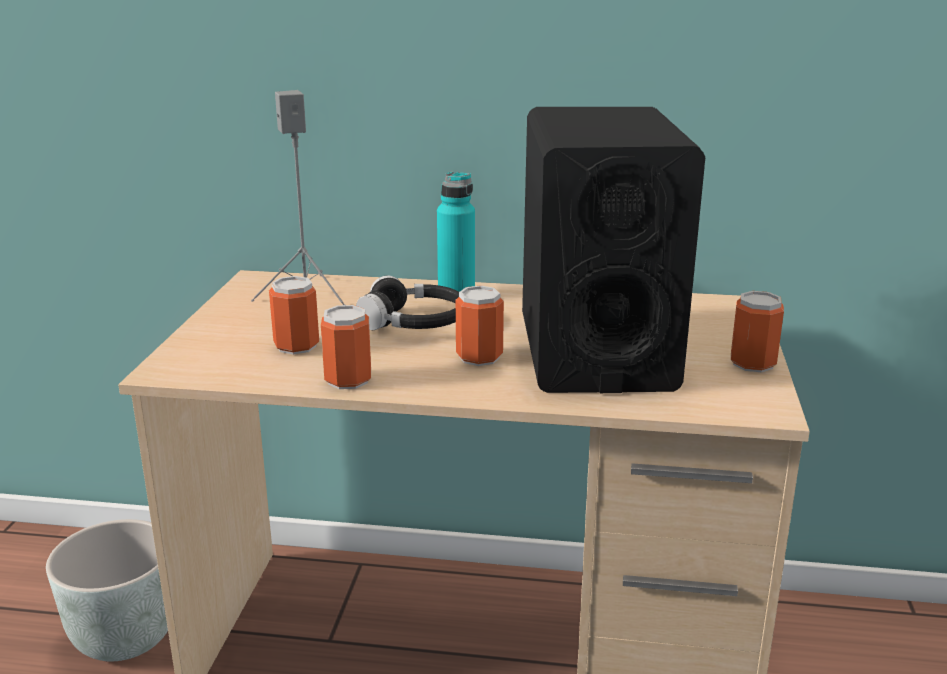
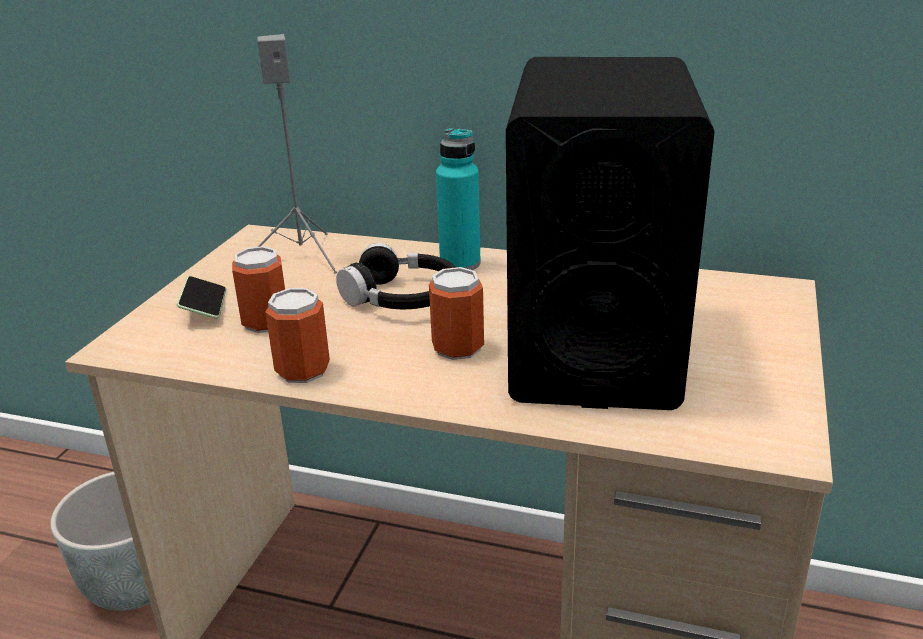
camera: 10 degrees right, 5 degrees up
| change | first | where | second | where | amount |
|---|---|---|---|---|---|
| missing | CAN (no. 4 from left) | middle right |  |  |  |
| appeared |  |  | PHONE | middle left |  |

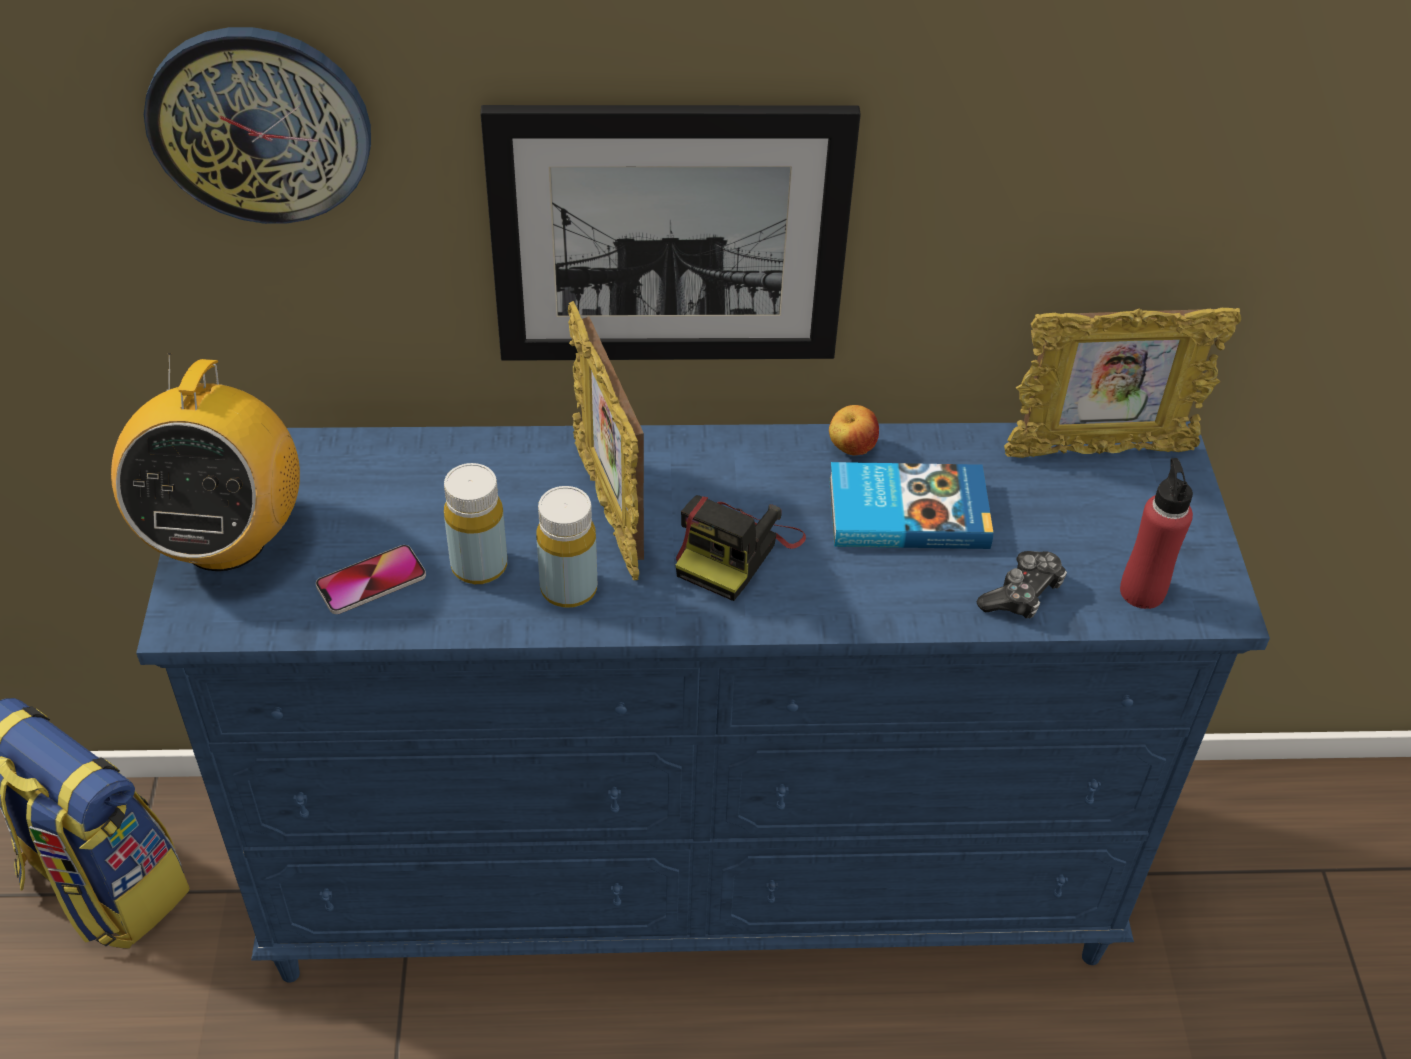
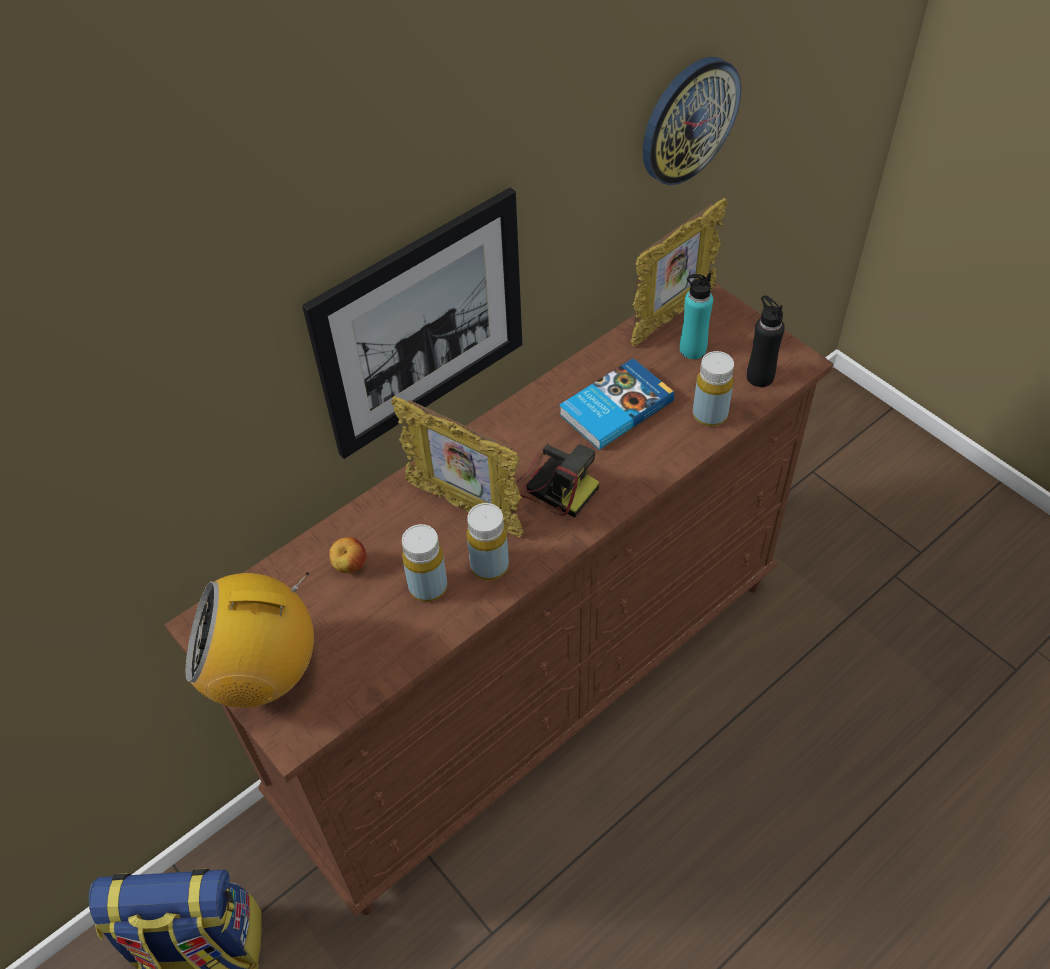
camera: 35 degrees left, 5 degrees up
| change | first | where | second | where | amount |
|---|---|---|---|---|---|
| spun | RADIO | middle left |  | middle left | 120 degrees clockwise |
| colour | BLUE DRESSER | centre | BROWN DRESSER | centre |  |
| relocated | WALL CLOCK | top left |  | top centre |  |
| missing | PHONE | middle left |  |  |  |
| spun | PHOTO CAMERA | centre |  | centre | 45 degrees counterclockwise |
| relocated | APPLE | centre |  | middle left |  |
| exchanged | GAME CONTROLLER | middle right | YELLOW BOTTLE (no. 3 from left) | middle right |  |
| colour | RED BOTTLE | middle right | BLACK BOTTLE | middle right |  |
| appeared |  |  | TURQUOISE BOTTLE | top centre |  |

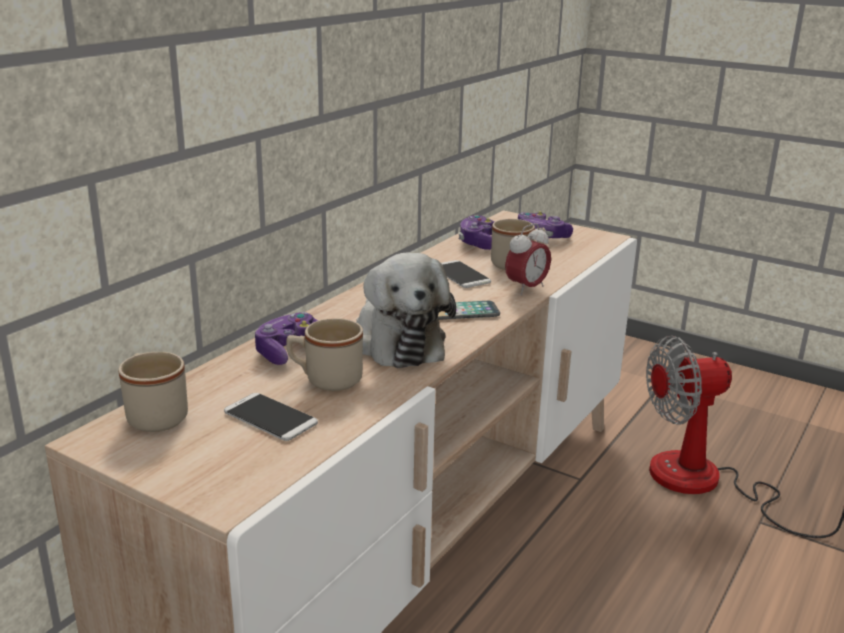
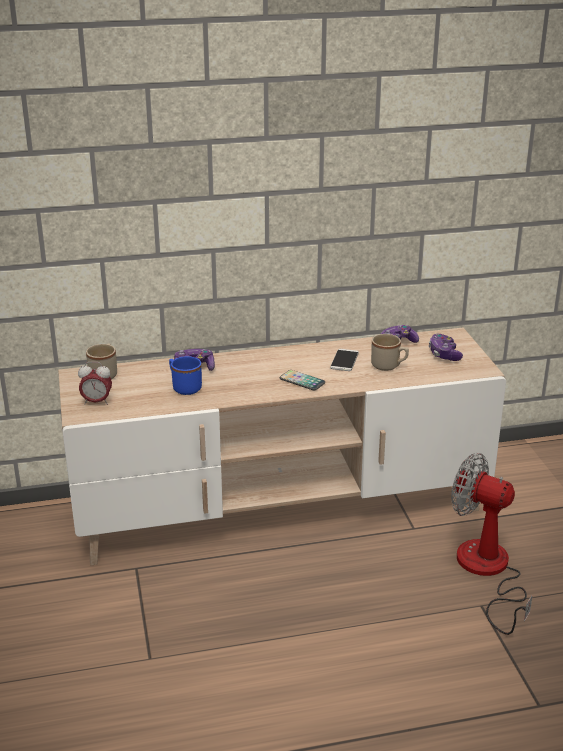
camera: 45 degrees right, 5 degrees up
| change | first | where | second | where | amount |
|---|---|---|---|---|---|
| missing | PHONE (no. 1 from left) | middle left |  |  |  |
| colour | BEIGE MUG (no. 2 from left) | centre | BLUE MUG | middle left |  |
| missing | PLUSH TOY | centre |  |  |  |
| relocated | ALARM CLOCK | centre |  | middle left |  |

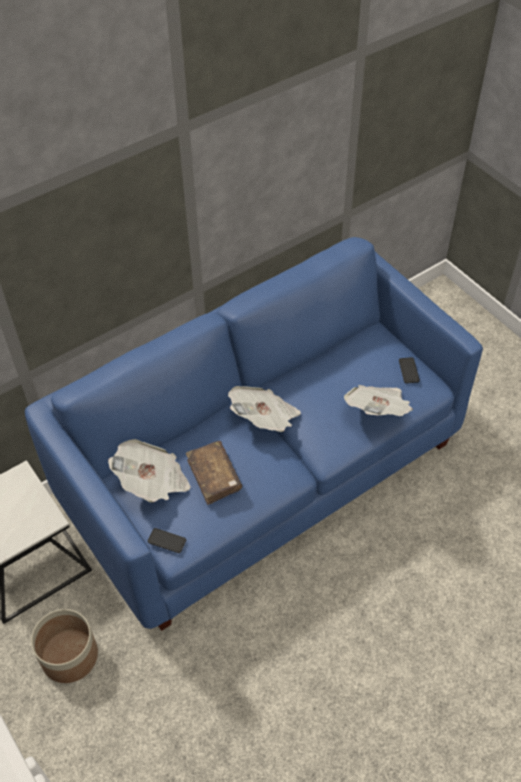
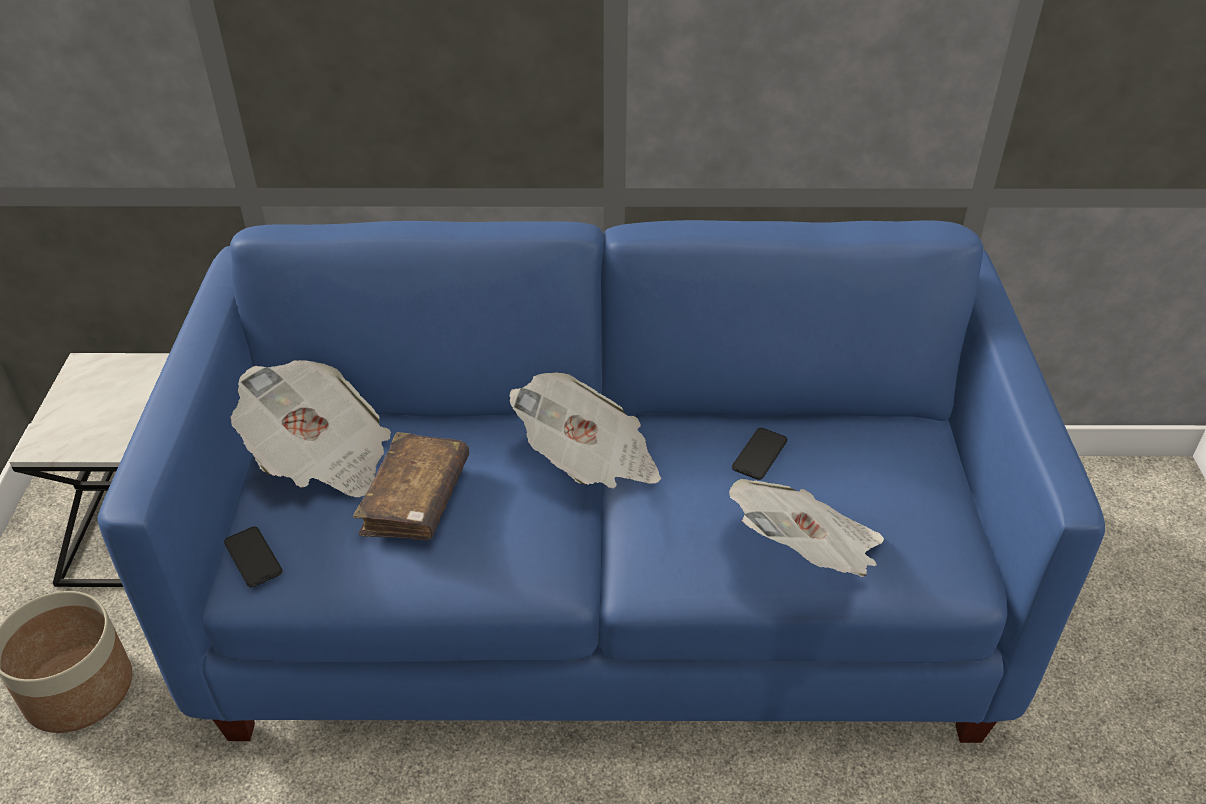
camera: 35 degrees right, 10 degrees down
| change | first | where | second | where | amount |
|---|---|---|---|---|---|
| relocated | PHONE (no. 2 from left) | middle right |  | centre |  |

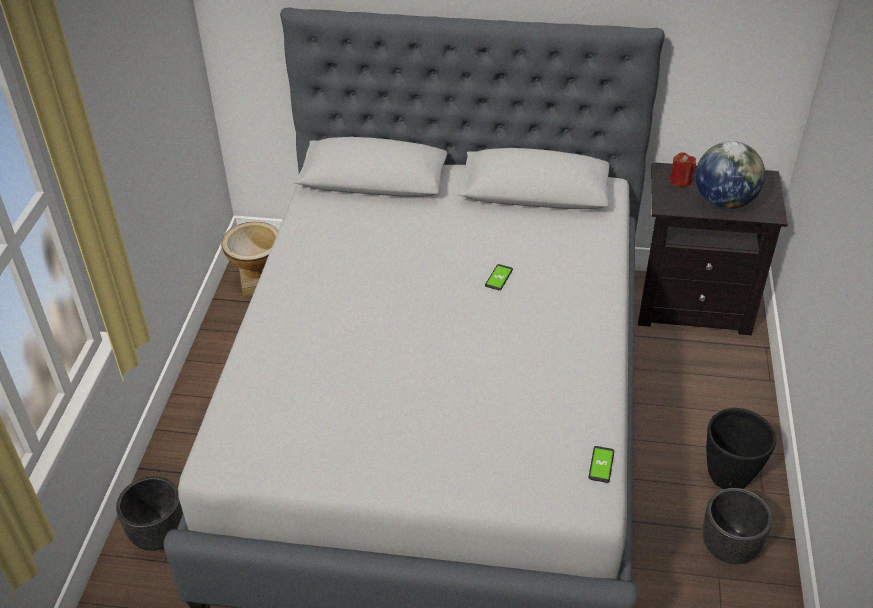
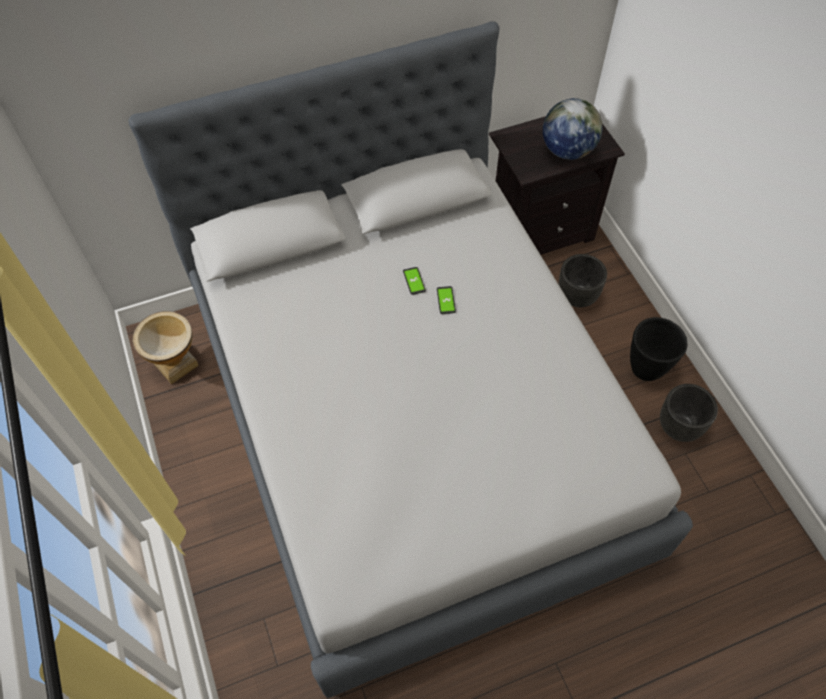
camera: 30 degrees left, 15 degrees up
| change | first | where | second | where | amount |
|---|---|---|---|---|---|
| relocated | BLACK PLANTER (no. 1 from left) | bottom left |  | middle right |  |
| relocated | PHONE (no. 2 from left in the first image) | bottom right | PHONE (no. 1 from left) | centre |  |
| missing | RED CANDLE | top right |  |  |  |

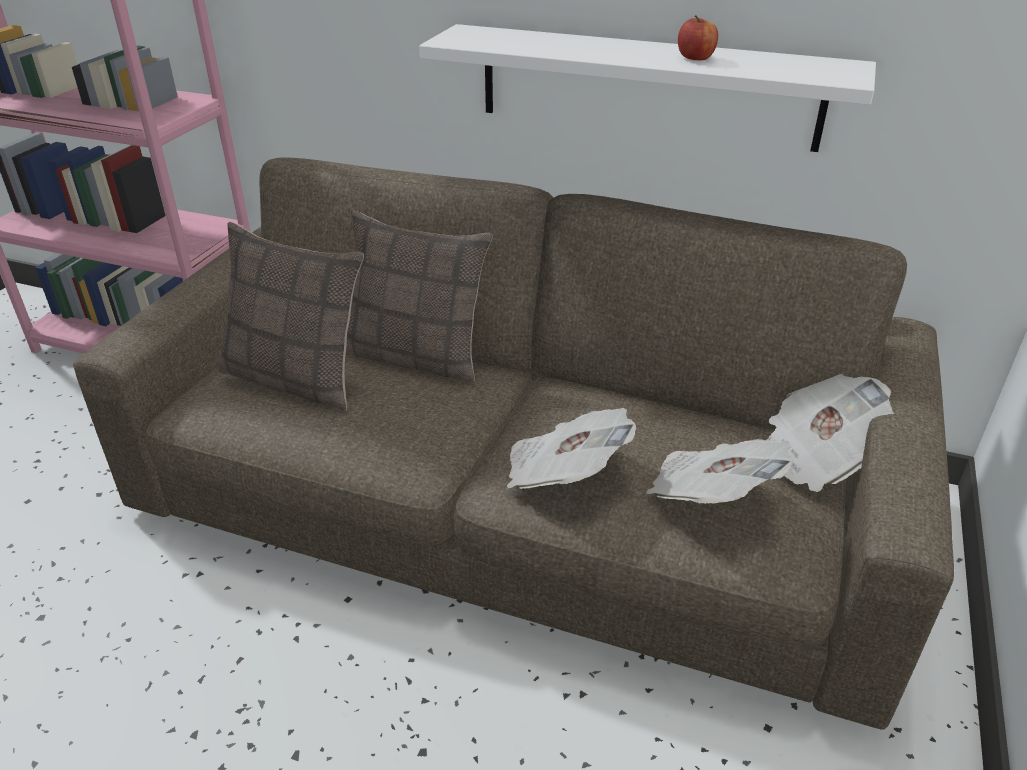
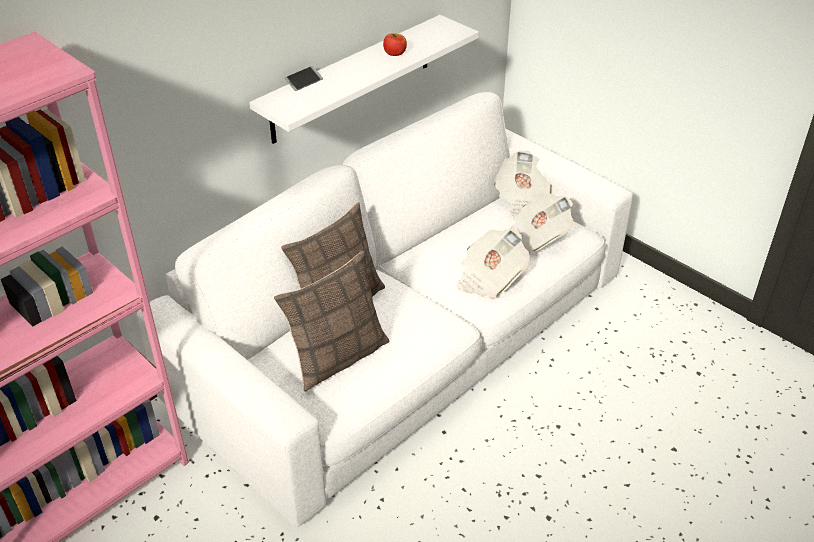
camera: 65 degrees left, 5 degrees up
| change | first | where | second | where | amount |
|---|---|---|---|---|---|
| colour | BROWN SOFA | centre | WHITE SOFA | centre |  |
| appeared |  |  | PHONE | top centre |  |

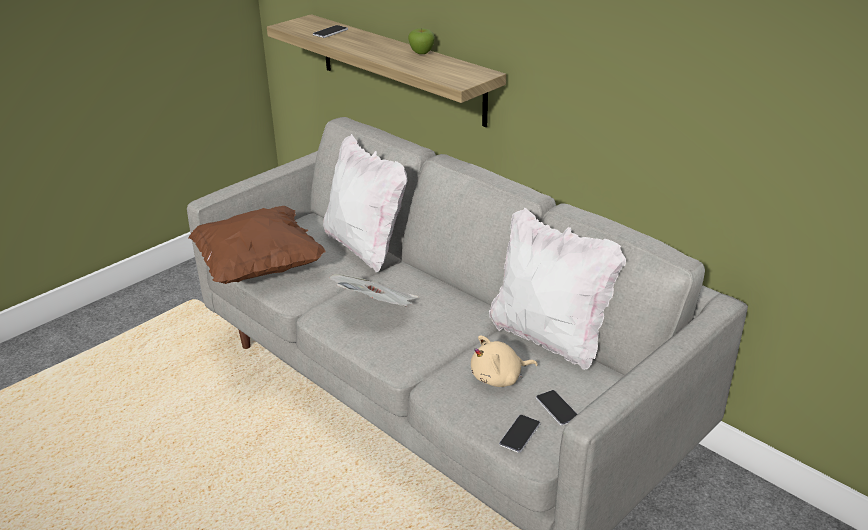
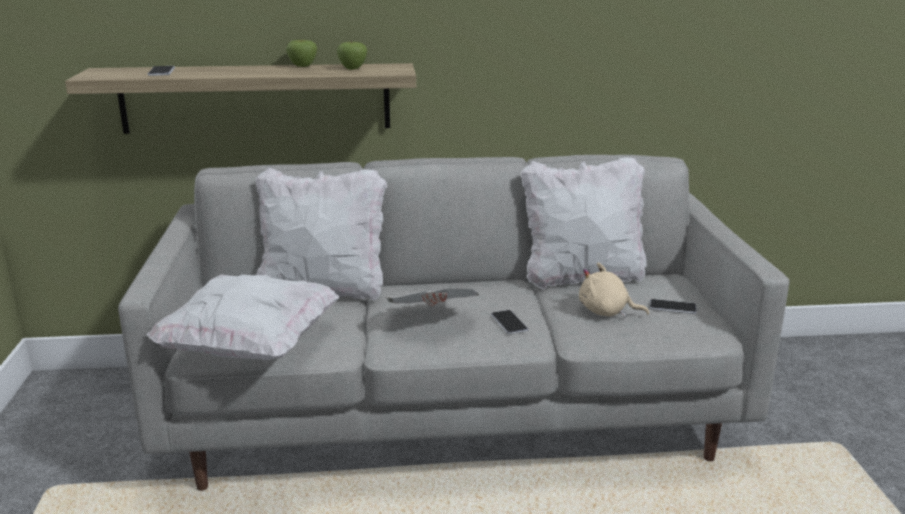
camera: 50 degrees left, 10 degrees down
| change | first | where | second | where | amount |
|---|---|---|---|---|---|
| colour | BROWN PILLOW | middle left | WHITE PILLOW (no. 1 from left) | middle left |  |
| spun | BEIGE PLUSH TOY | bottom centre |  | middle right | 90 degrees clockwise |
| relocated | PHONE (no. 2 from left) | bottom centre |  | centre |  |
| appeared |  |  | APPLE (no. 2 from left) | top centre |  |

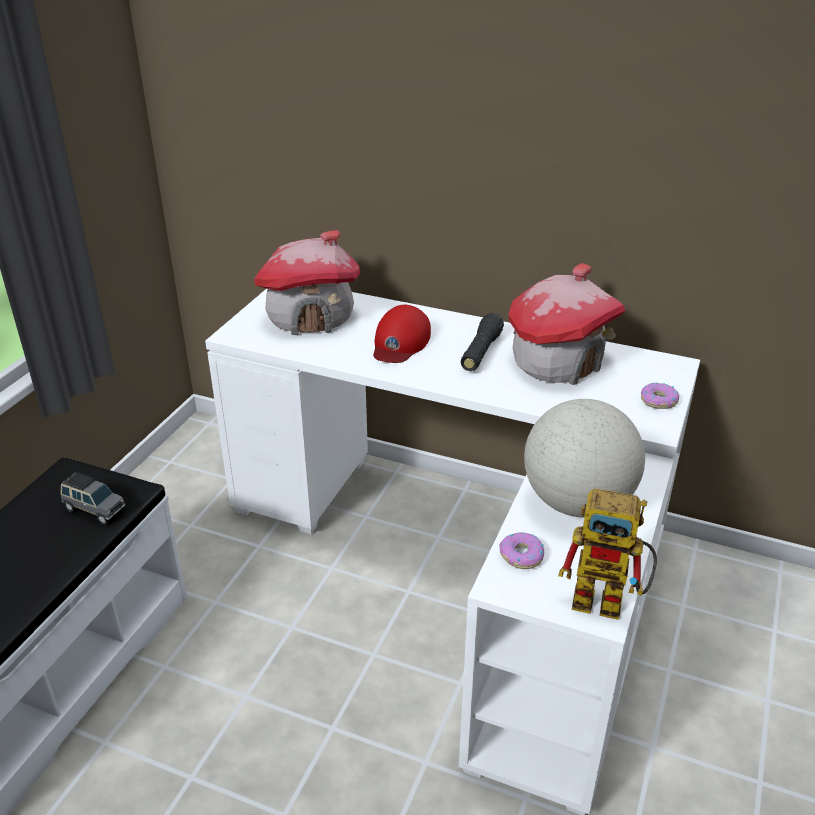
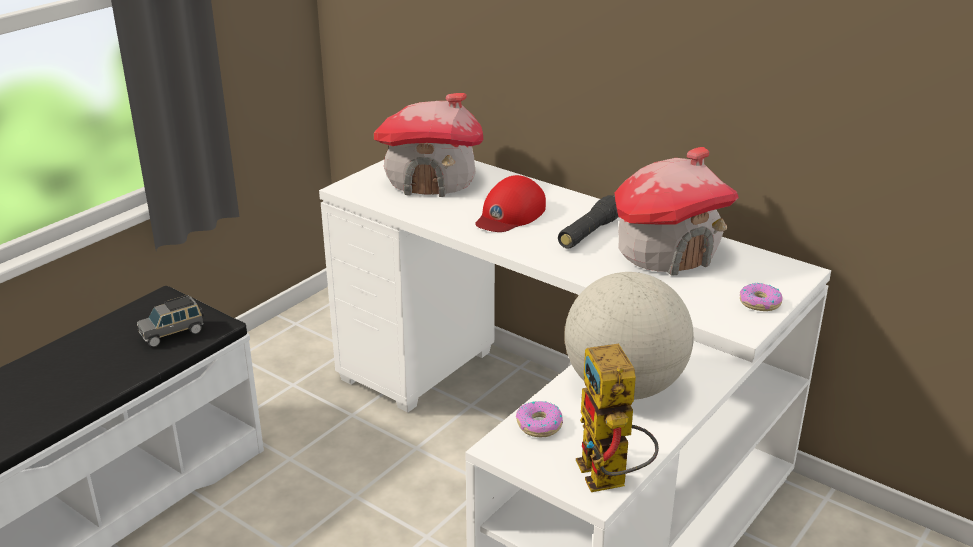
camera: 15 degrees right, 5 degrees down
| change | first | where | second | where | amount |
|---|---|---|---|---|---|
| spun | GREY TOY CAR | middle left |  | middle left | 105 degrees clockwise |
| spun | TOY ROBOT | bottom right |  | bottom centre | 45 degrees clockwise |

